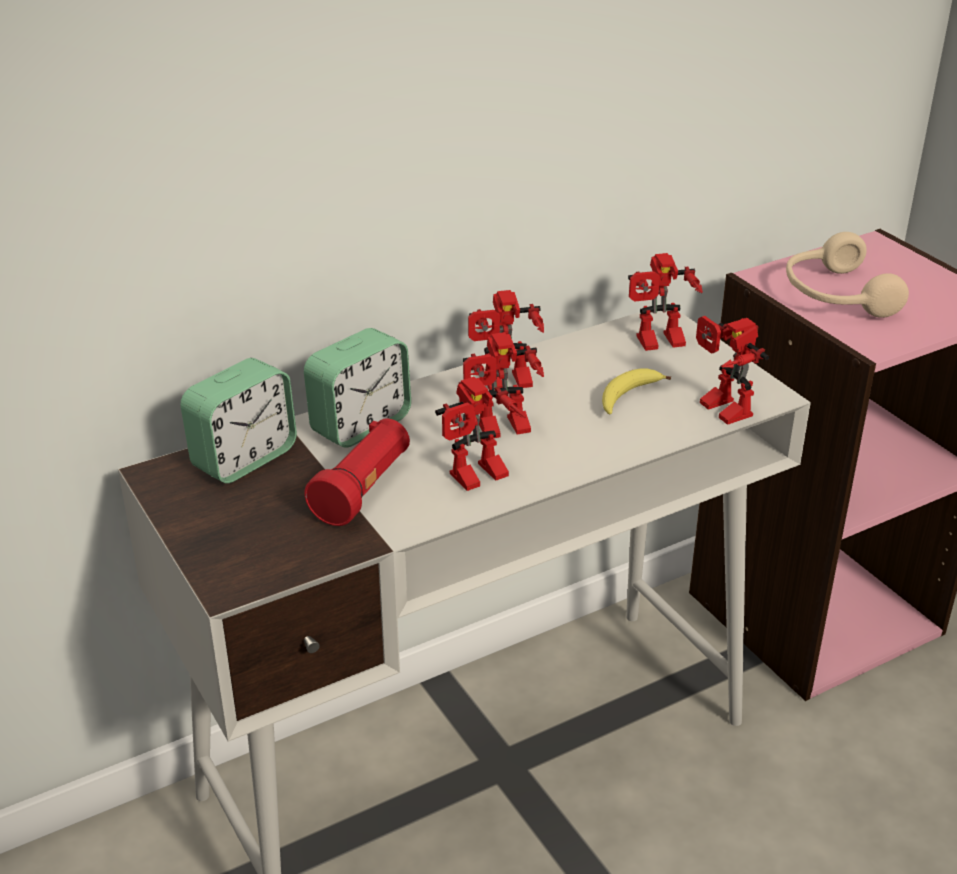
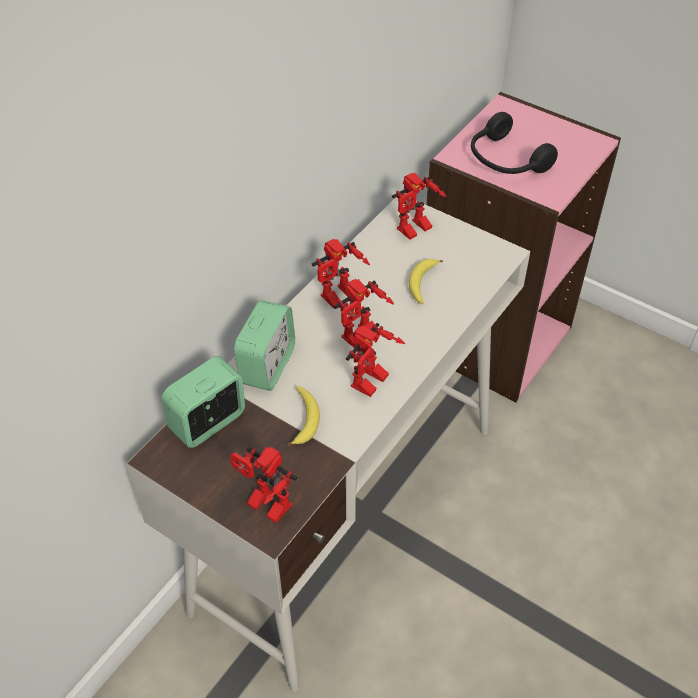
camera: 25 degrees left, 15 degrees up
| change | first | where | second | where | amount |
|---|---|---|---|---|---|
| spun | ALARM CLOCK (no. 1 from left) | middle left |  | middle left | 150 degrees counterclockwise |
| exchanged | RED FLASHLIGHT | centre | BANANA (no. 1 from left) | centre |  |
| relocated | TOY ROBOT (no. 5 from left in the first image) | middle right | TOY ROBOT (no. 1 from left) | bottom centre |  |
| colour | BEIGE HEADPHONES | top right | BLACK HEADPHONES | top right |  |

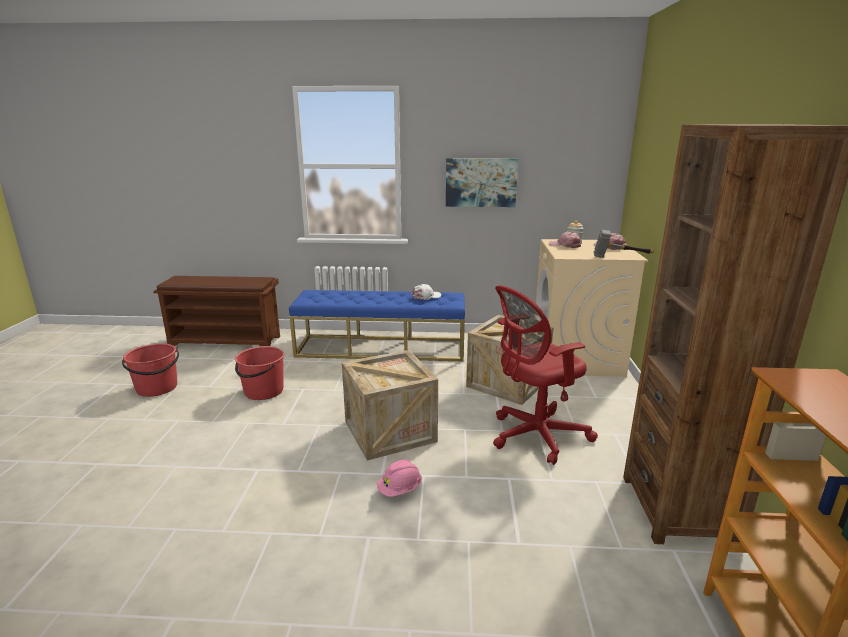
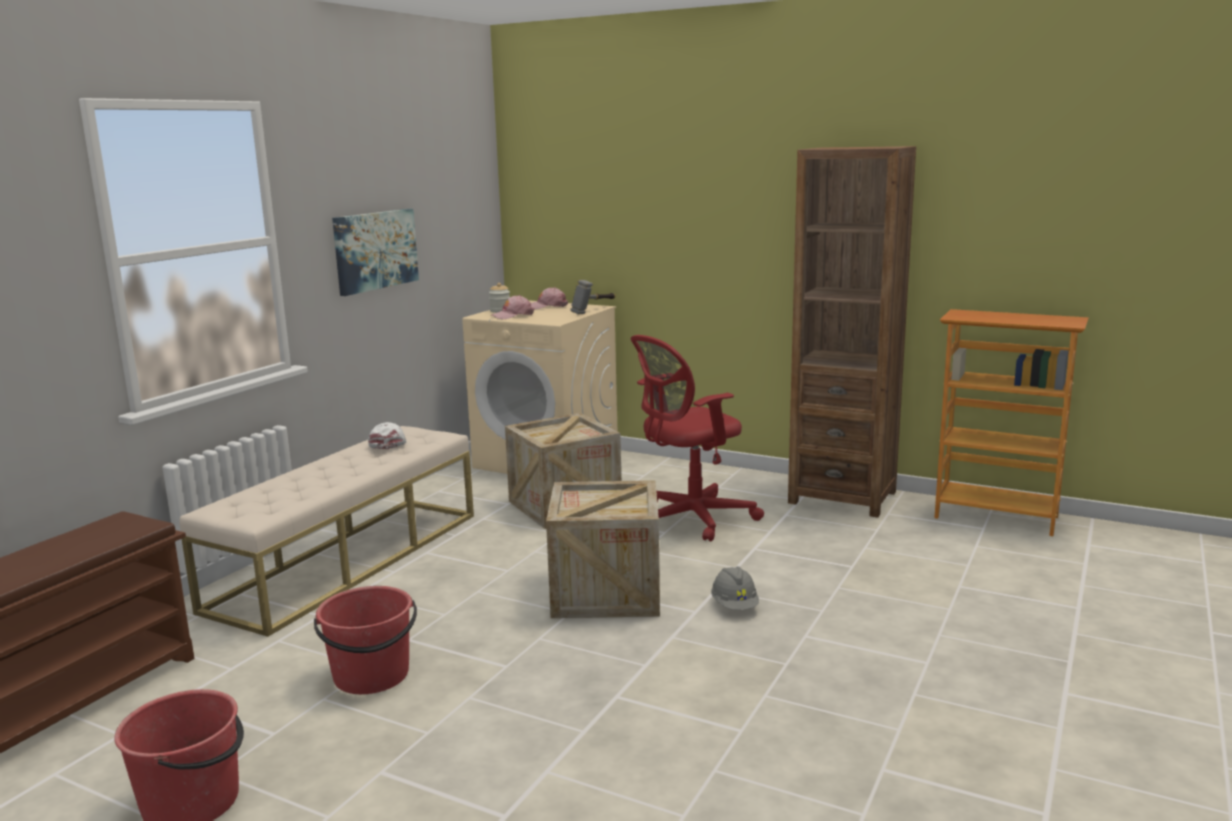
camera: 65 degrees left, 5 degrees down
| change | first | where | second | where | amount |
|---|---|---|---|---|---|
| colour | BLUE BENCH | centre | BEIGE BENCH | middle left |  |
| colour | PINK HARD HAT | bottom centre | GREY HARD HAT | bottom centre |  |
| spun | RED OFFICE CHAIR | centre |  | centre | 60 degrees clockwise |

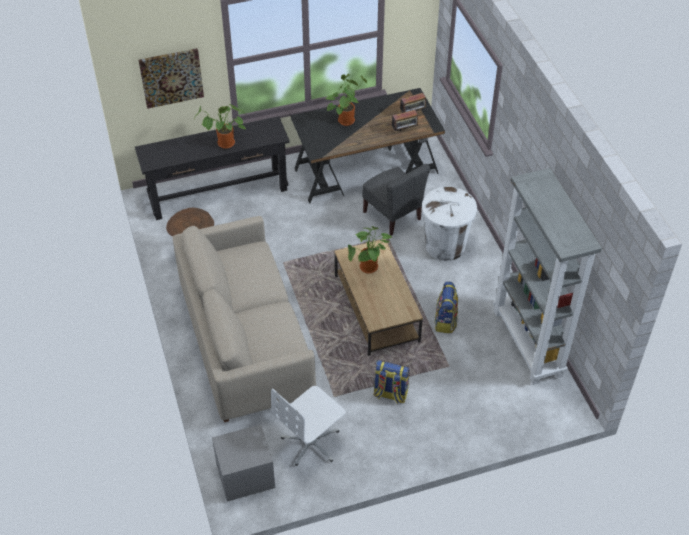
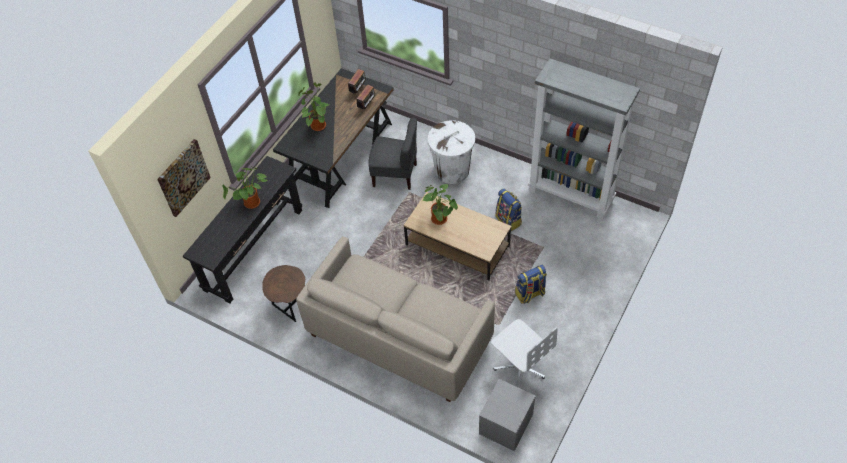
camera: 40 degrees left, 5 degrees up
| change | first | where | second | where | amount |
|---|---|---|---|---|---|
| spun | WHITE OFFICE CHAIR | bottom centre |  | bottom centre | 45 degrees counterclockwise |

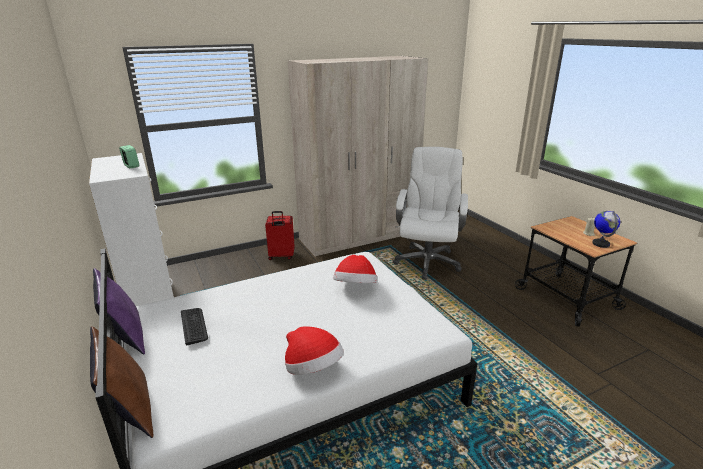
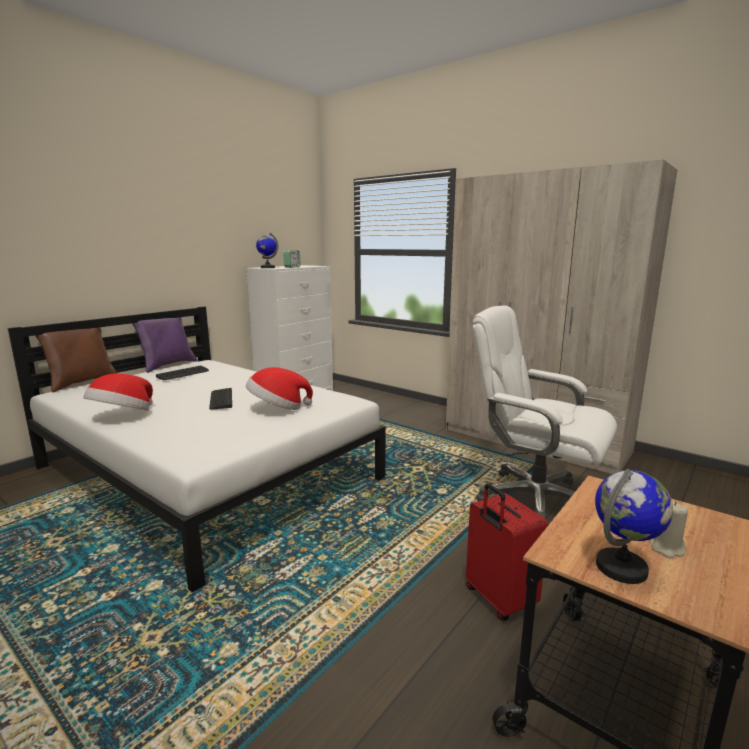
camera: 65 degrees right, 10 degrees down
| change | first | where | second | where | amount |
|---|---|---|---|---|---|
| relocated | RED SUITCASE | centre |  | bottom right |  |
| spun | WHITE OFFICE CHAIR | centre |  | middle right | 135 degrees counterclockwise |
| appeared |  |  | KEYBOARD (no. 2 from left) | middle left |  |
| appeared |  |  | GLOBE (no. 1 from left) | centre |  |

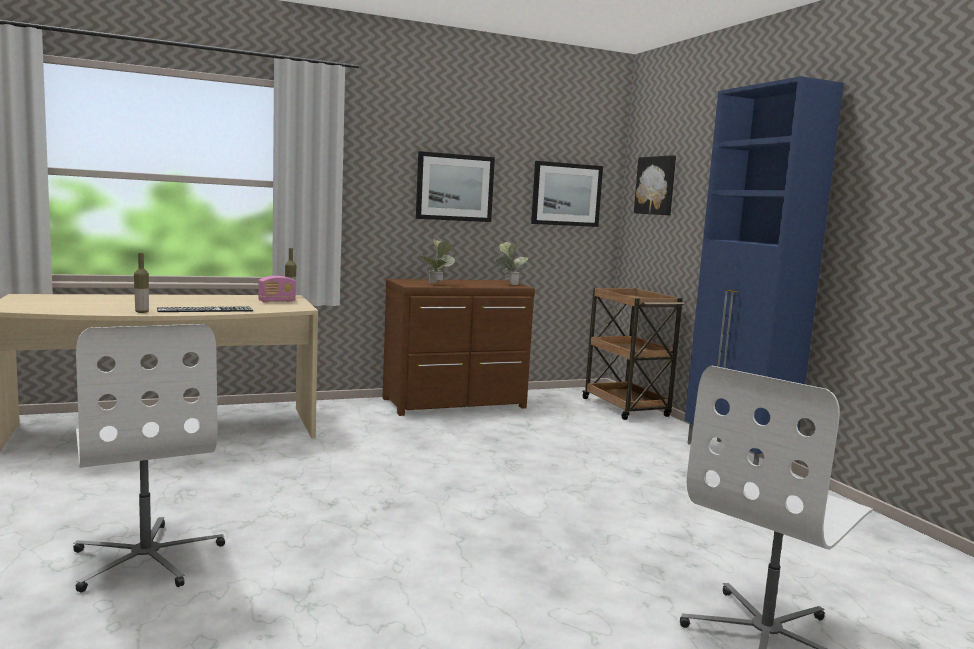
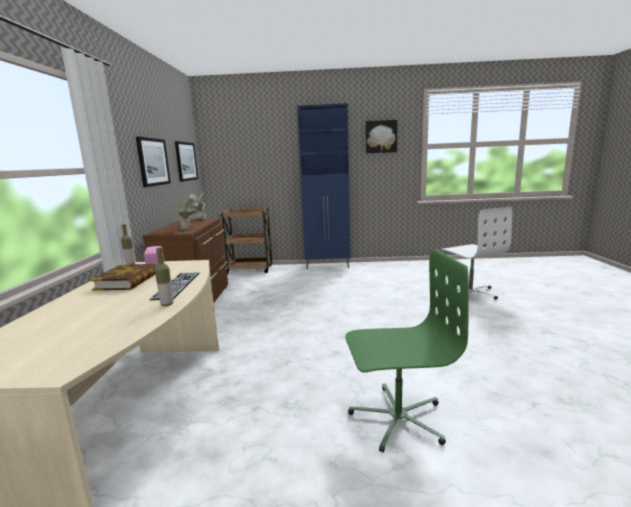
camera: 65 degrees left, 5 degrees up
| change | first | where | second | where | amount |
|---|---|---|---|---|---|
| colour | WHITE OFFICE CHAIR (no. 1 from left) | bottom left | GREEN OFFICE CHAIR | bottom centre |  |
| relocated | PICTURE (no. 3 from left) | top right |  | top centre |  |
| appeared |  |  | BOOK | middle left |  |

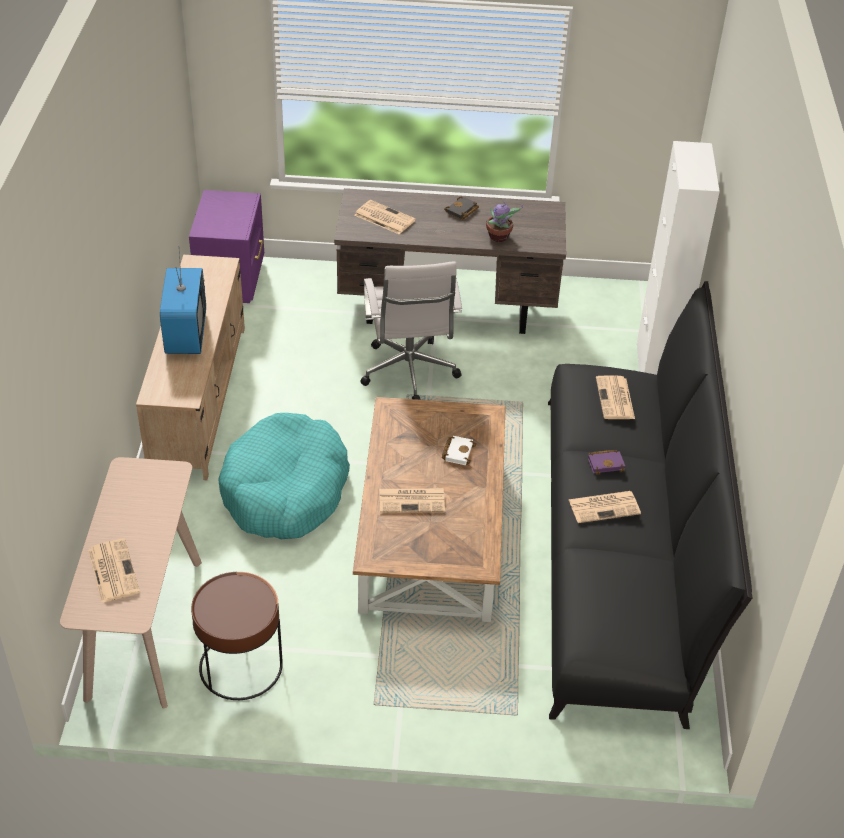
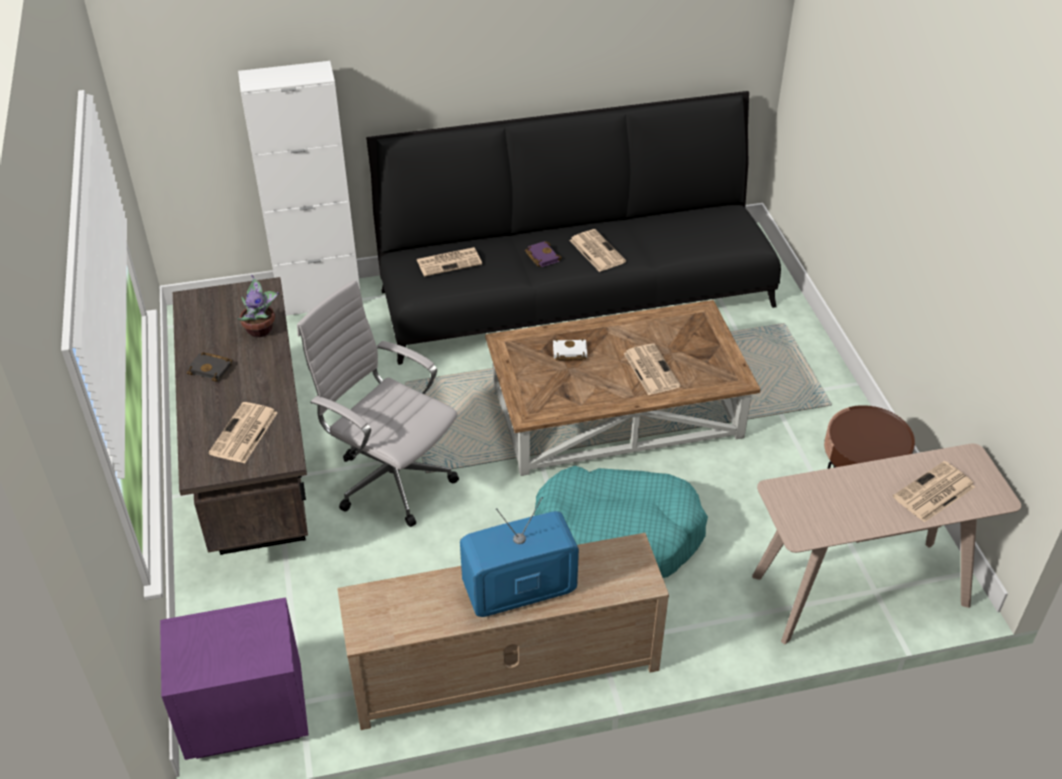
camera: 105 degrees left, 0 degrees up
| change | first | where | second | where | amount |
|---|---|---|---|---|---|
| spun | WHITE OFFICE CHAIR | centre |  | centre | 120 degrees counterclockwise |

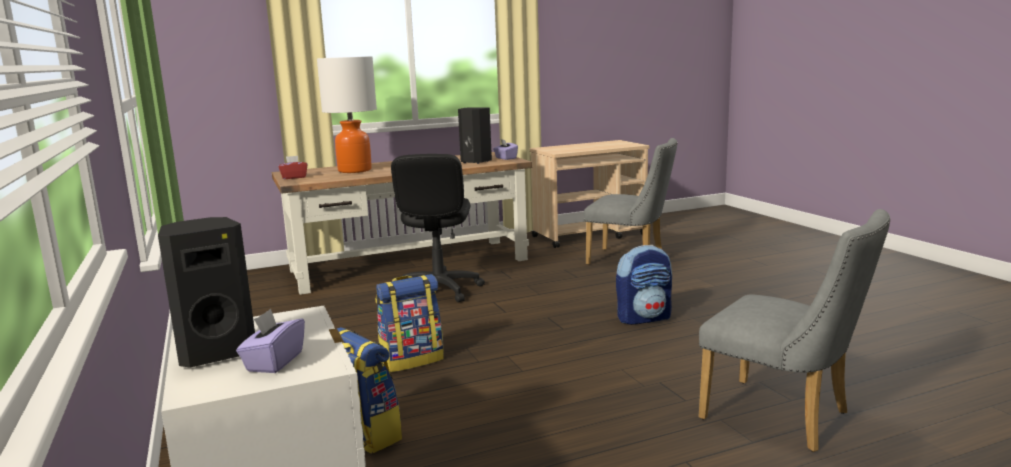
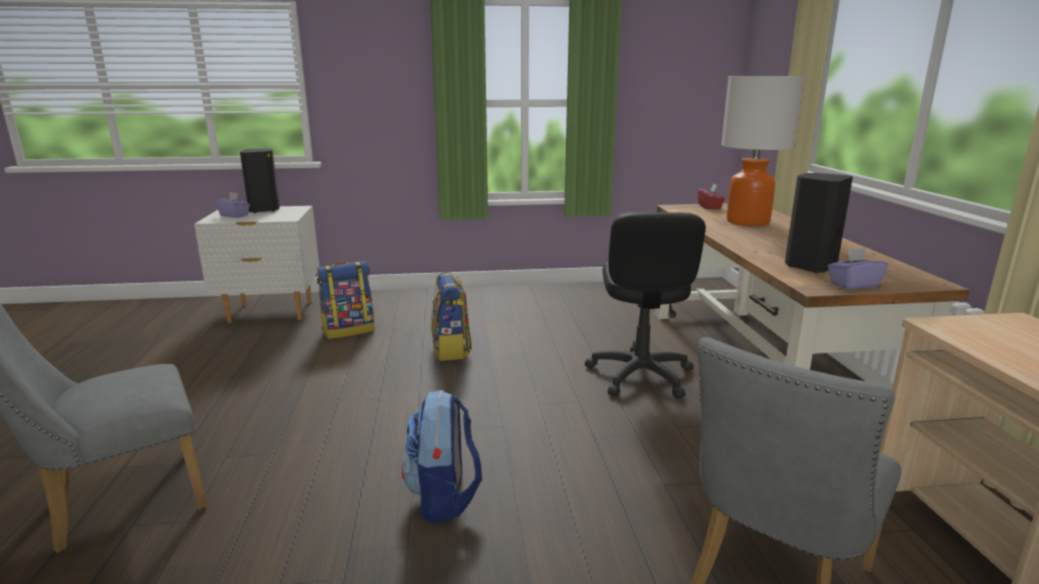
camera: 105 degrees right, 5 degrees up
| change | first | where | second | where | amount |
|---|---|---|---|---|---|
| spun | BLACK OFFICE CHAIR | centre |  | centre | 105 degrees counterclockwise |

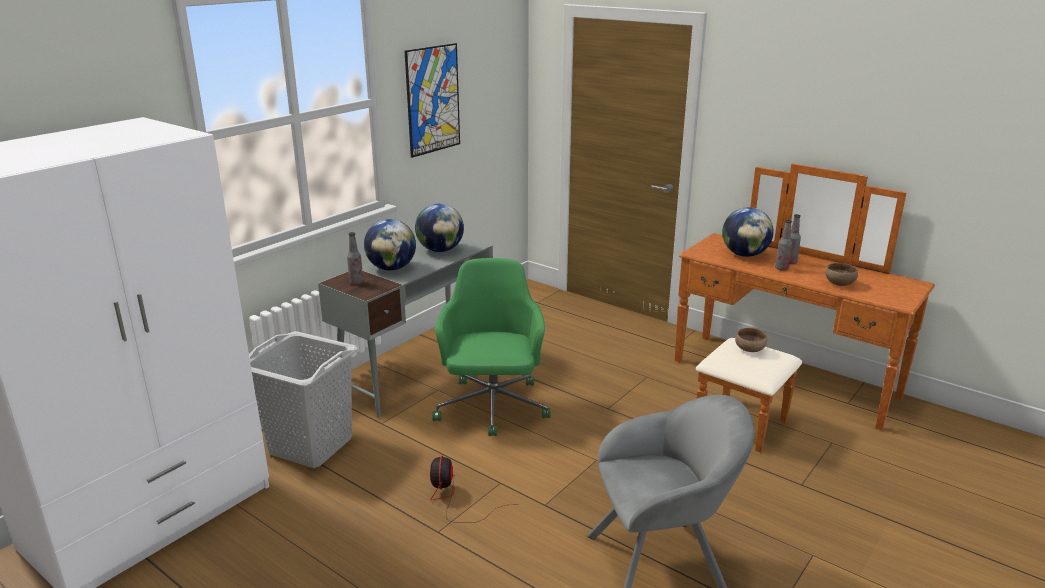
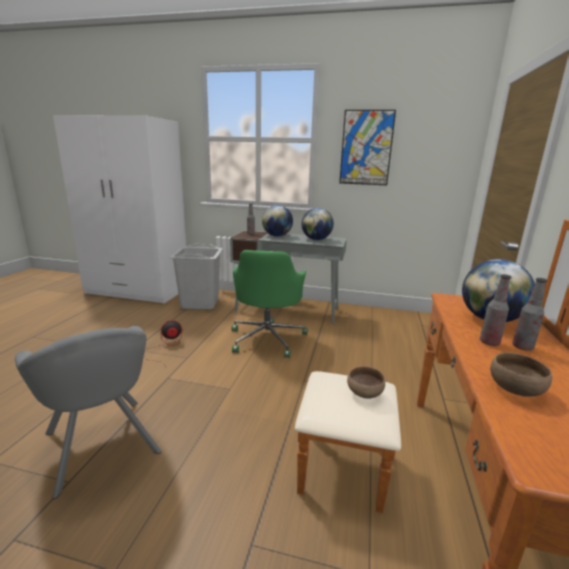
camera: 65 degrees right, 5 degrees down
| change | first | where | second | where | amount |
|---|---|---|---|---|---|
| spun | GREEN OFFICE CHAIR | centre |  | centre | 120 degrees clockwise |

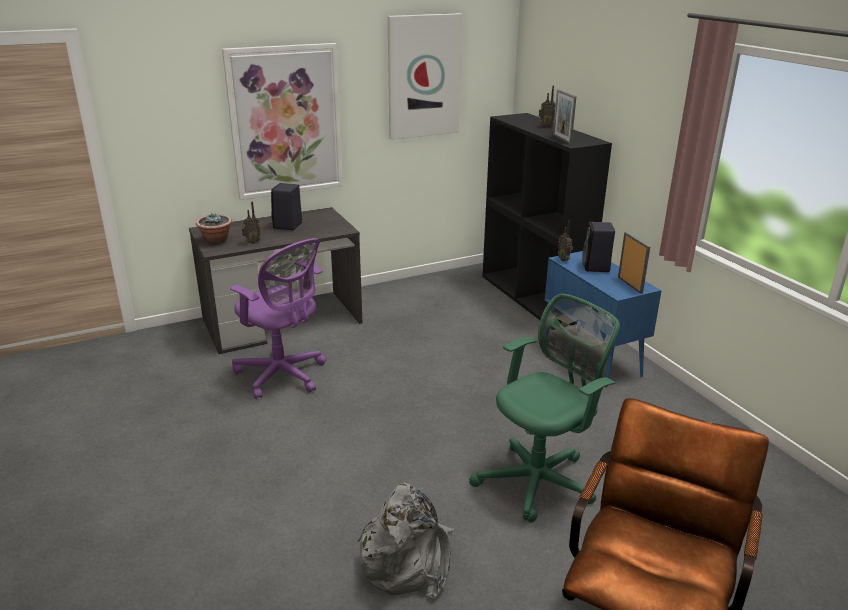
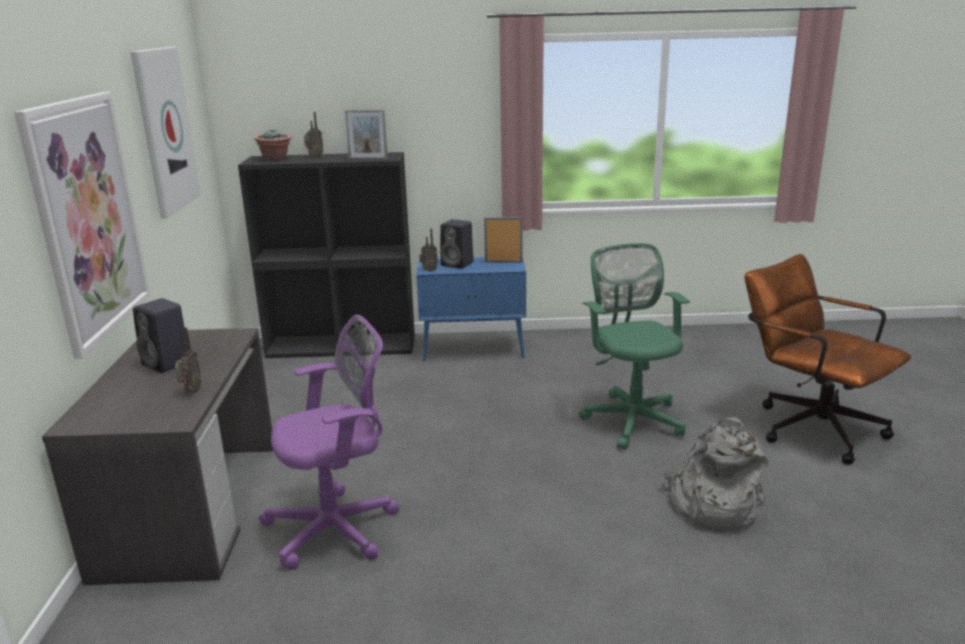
camera: 65 degrees left, 5 degrees down
| change | first | where | second | where | amount |
|---|---|---|---|---|---|
| relocated | POTTED PLANT | middle left |  | top left |  |

